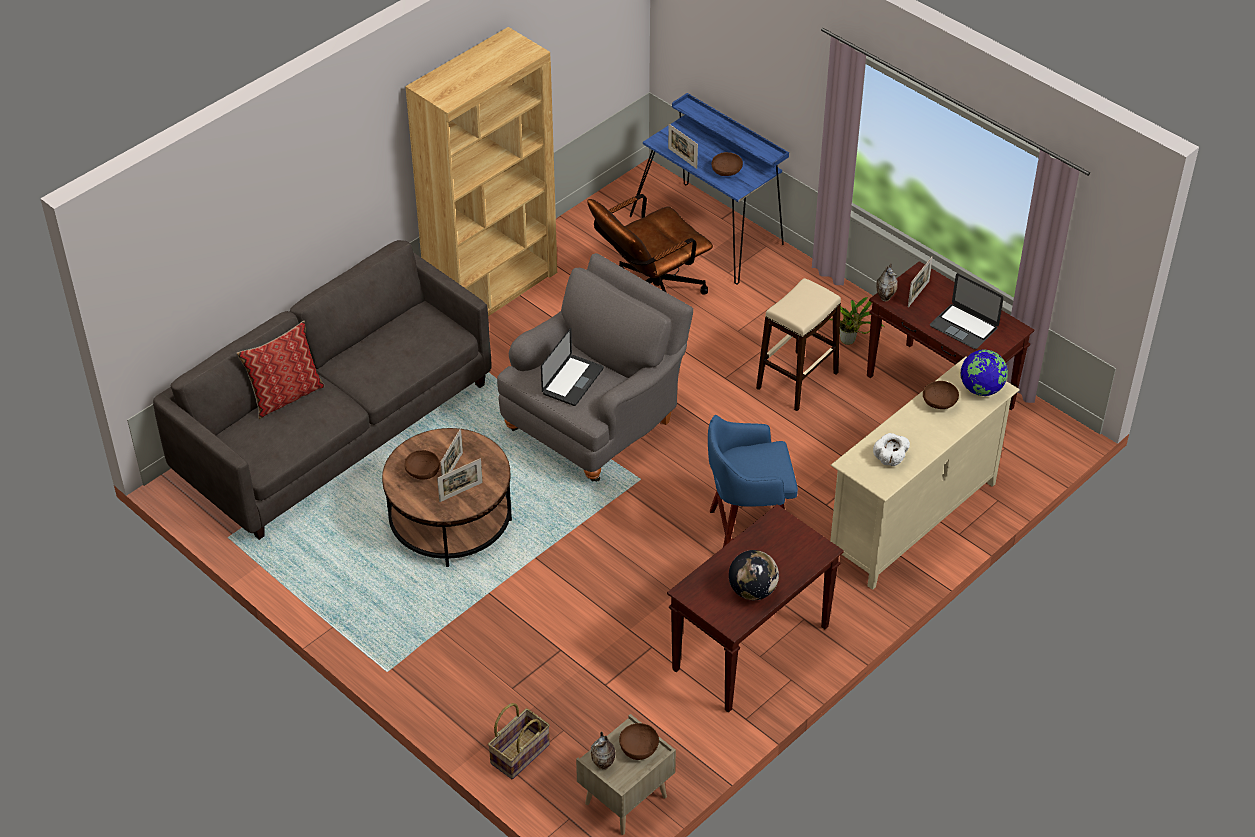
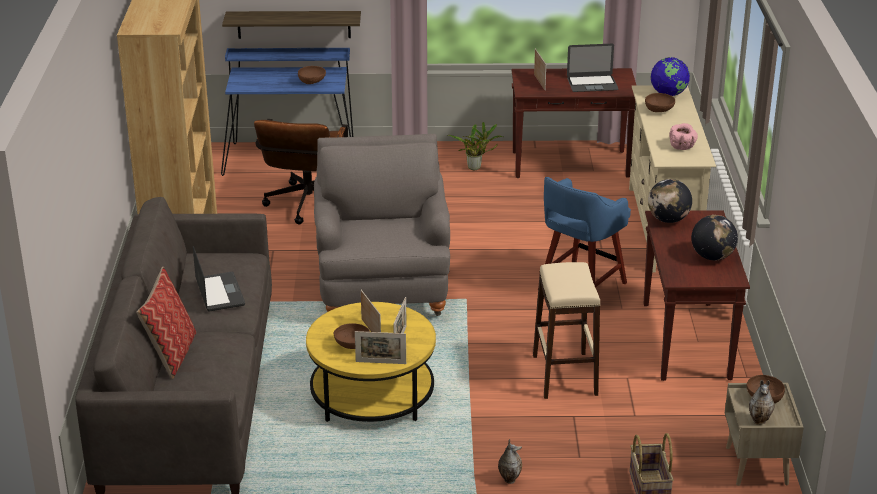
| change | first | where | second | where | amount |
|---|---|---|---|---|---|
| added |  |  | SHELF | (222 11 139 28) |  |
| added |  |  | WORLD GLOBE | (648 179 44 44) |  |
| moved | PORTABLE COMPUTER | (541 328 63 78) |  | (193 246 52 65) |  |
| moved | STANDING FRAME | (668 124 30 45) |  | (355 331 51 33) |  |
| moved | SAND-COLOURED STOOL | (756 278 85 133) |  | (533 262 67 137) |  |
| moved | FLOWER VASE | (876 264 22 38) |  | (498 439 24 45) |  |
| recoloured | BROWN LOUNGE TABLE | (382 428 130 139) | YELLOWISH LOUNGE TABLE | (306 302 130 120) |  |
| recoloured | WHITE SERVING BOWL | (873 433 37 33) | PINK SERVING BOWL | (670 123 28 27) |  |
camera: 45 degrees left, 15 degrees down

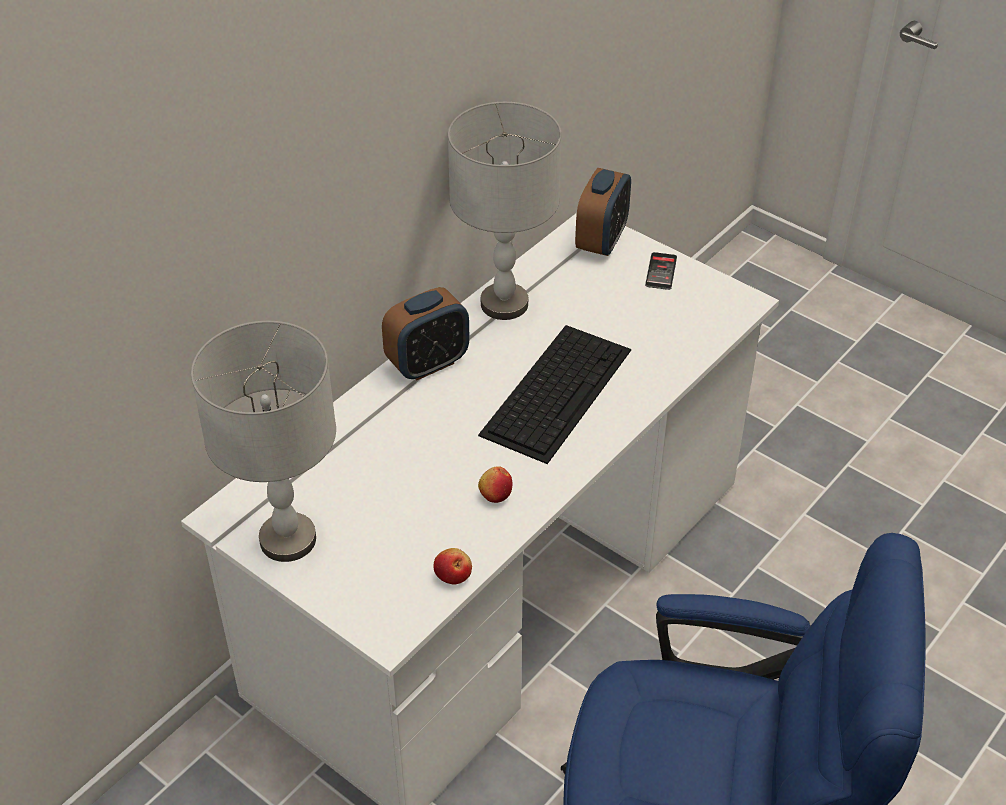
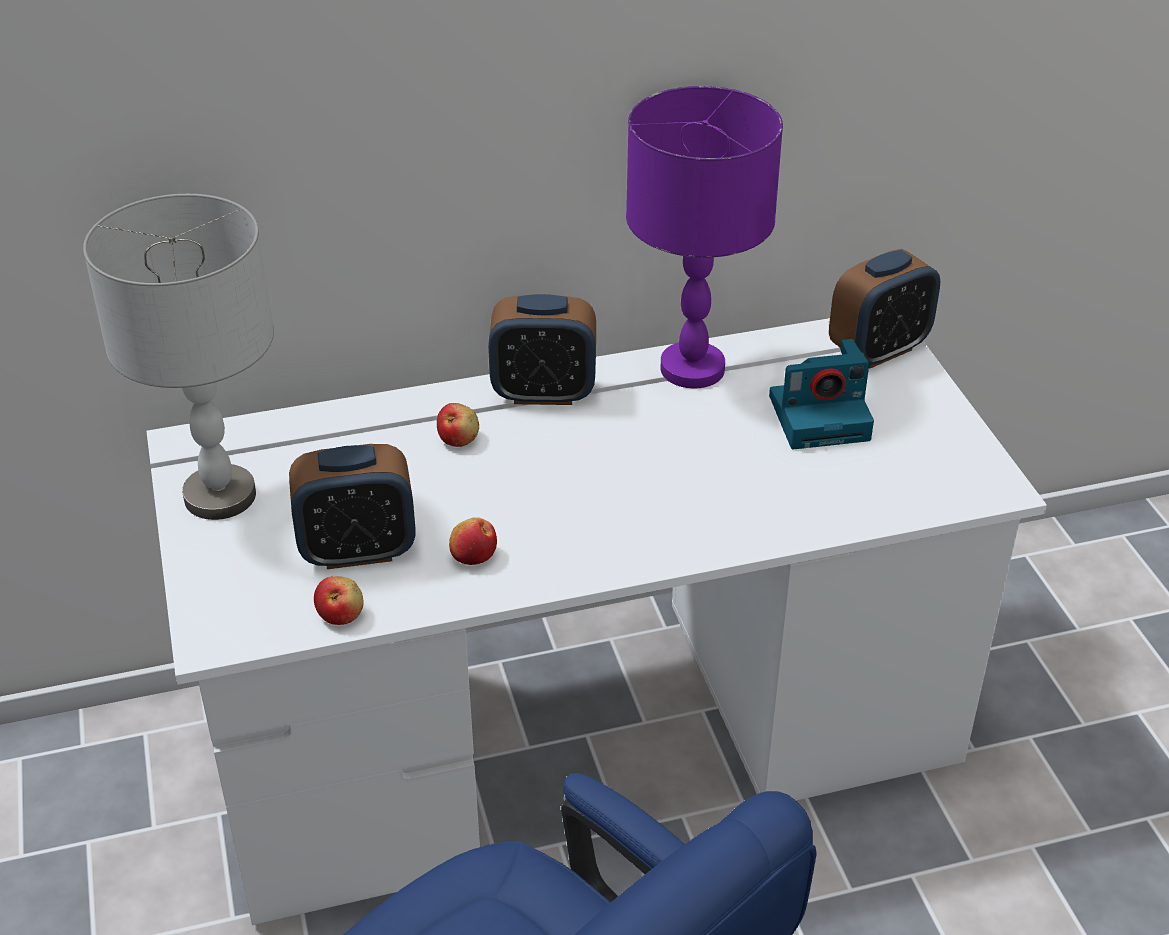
| change | first | where | second | where | amount |
|---|---|---|---|---|---|
| removed | KEYBOARD | (478 325 153 139) |  |  |  |
| removed | TELEPHONE | (645 252 32 38) |  |  |  |
| added |  |  | BEDSIDE CLOCK | (289 444 127 125) |  |
| added |  |  | WHOLE APPLE | (437 403 42 44) |  |
| added |  |  | PHOTO CAMERA | (769 339 105 110) |  |
| recoloured | GRAY LAMP FOR A TABLE | (448 102 114 218) | PURPLE-COLOURED LAMP FOR A TABLE | (626 86 157 302) |  |
camera: 35 degrees right, 5 degrees down

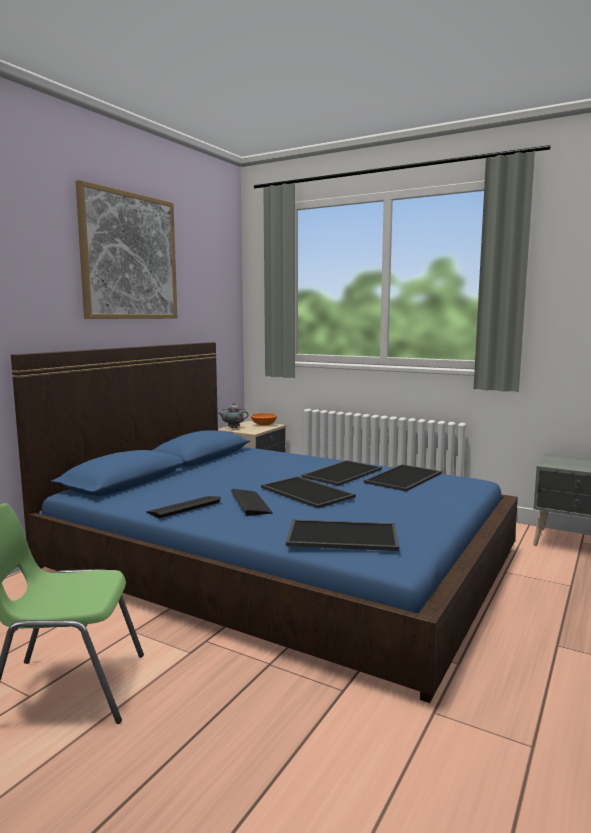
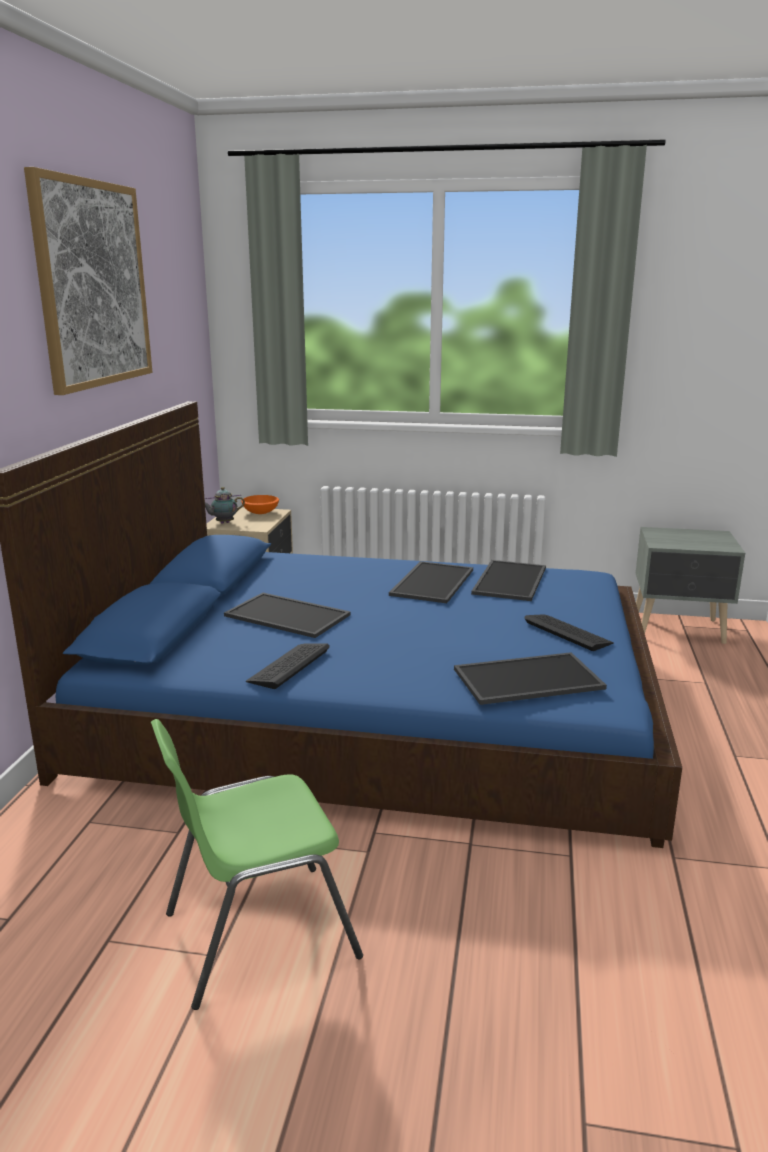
| change | first | where | second | where | amount |
|---|---|---|---|---|---|
| moved | KEYBOARD | (231 489 42 27) |  | (524 614 90 37) |  |
| moved | TRAY | (261 476 95 32) |  | (224 593 127 45) |  |
camera: 20 degrees left, 10 degrees up

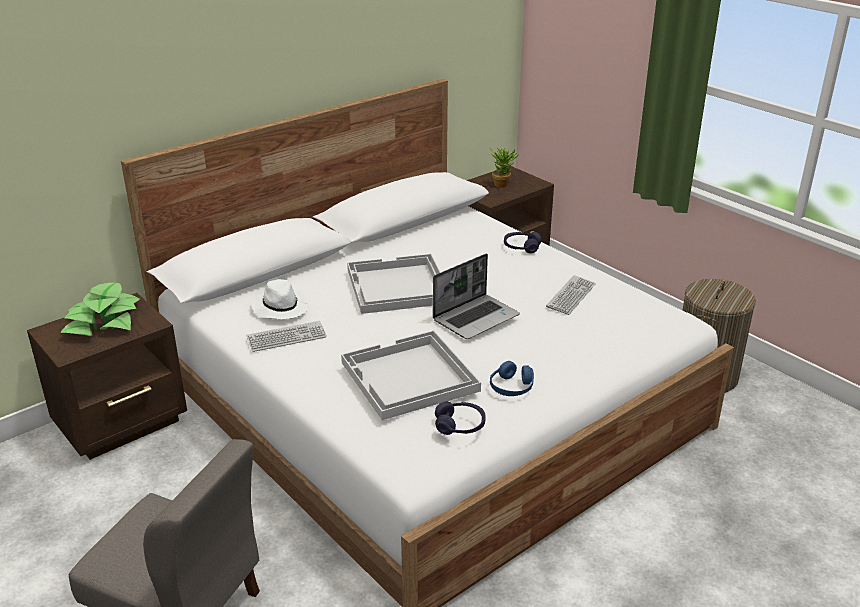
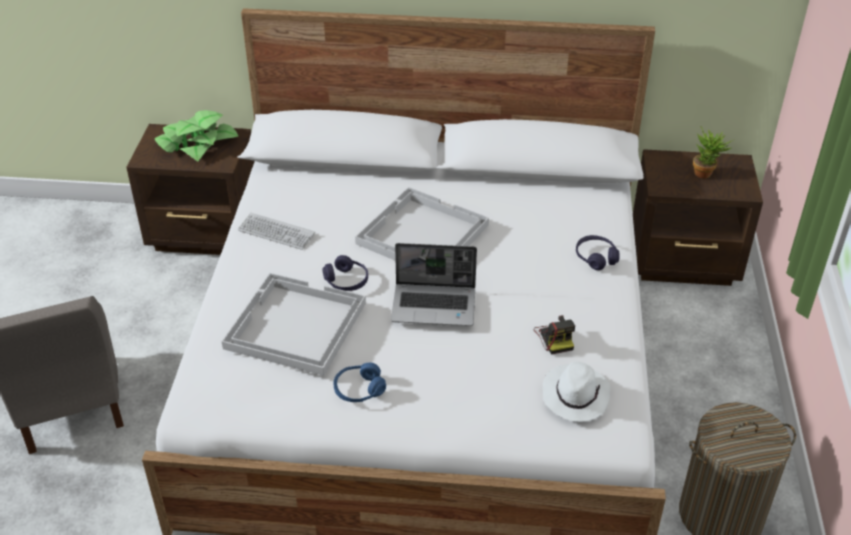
| change | first | where | second | where | amount |
|---|---|---|---|---|---|
| moved | WHITE HAT | (251 279 58 40) |  | (543 362 67 60) |  |
| moved | PURPLE-COLOURED HEADSET | (435 401 51 34) |  | (322 255 46 36) |  |
| replaced | KEYBOARD | (546 275 50 40) | PHOTO CAMERA | (534 315 41 40) |  |
camera: 45 degrees right, 10 degrees up

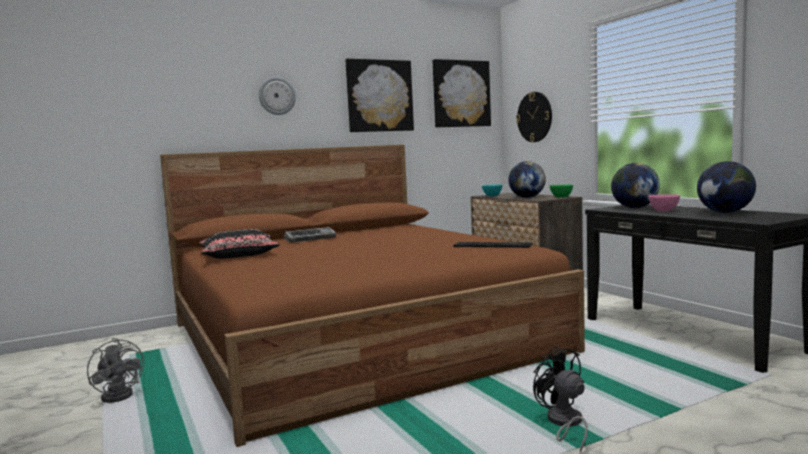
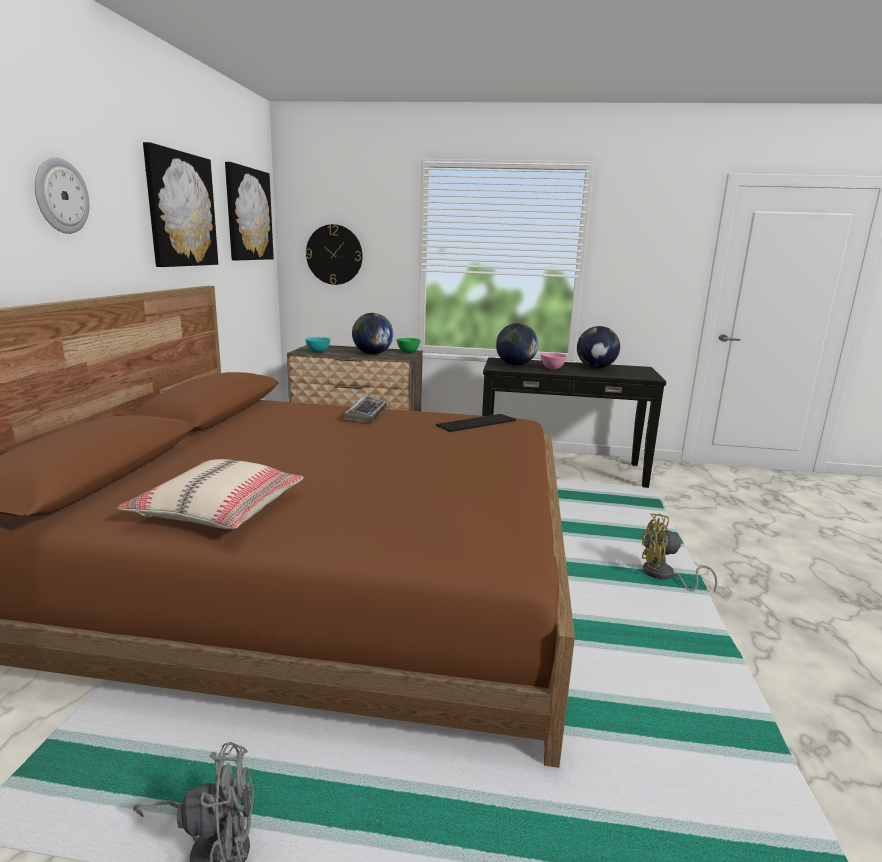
| change | first | where | second | where | amount |
|---|---|---|---|---|---|
| moved | KEYBOARD | (284 227 52 16) |  | (343 396 44 27) |  |
| recoloured | BLACK-COLOURED PILLOW | (199 229 81 30) | SAND-COLOURED PILLOW | (117 459 187 70) |  |
| recoloured | BLACK-COLOURED ELECTRIC FAN | (533 345 55 107) | YELLOWISH ELECTRIC FAN | (641 513 77 79) |  |
camera: 55 degrees left, 10 degrees up

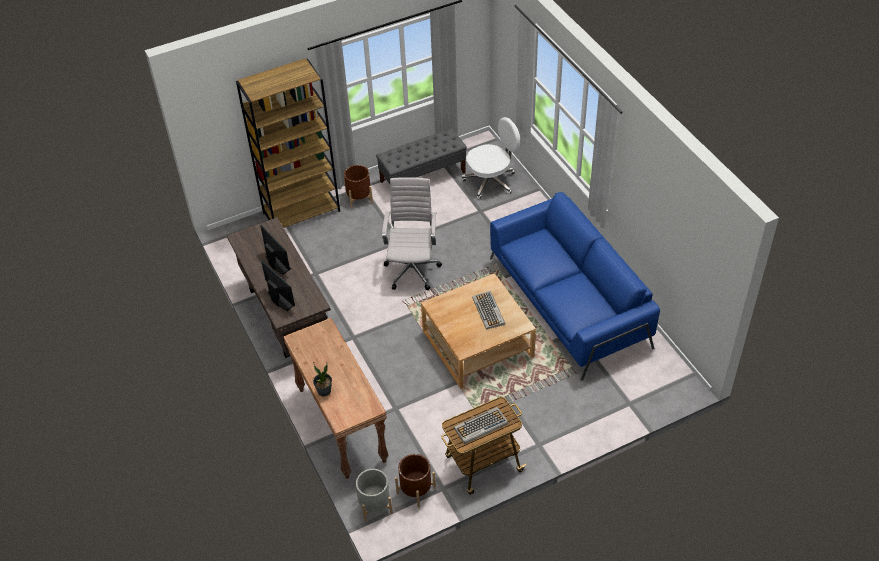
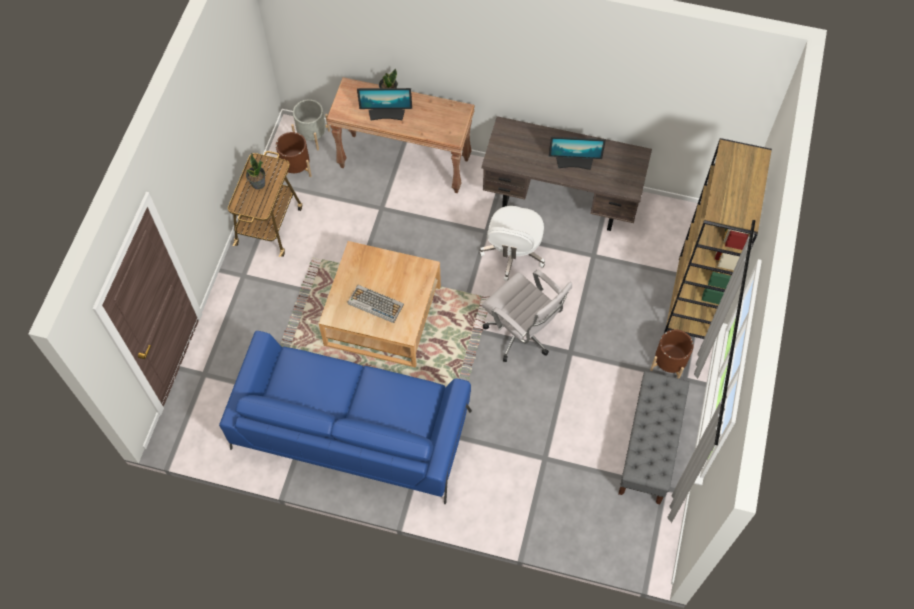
| change | first | where | second | where | amount |
|---|---|---|---|---|---|
| moved | COMPUTER DISPLAY | (261 261 34 50) |  | (357 88 55 33) |  |
| moved | WHITE DESK CHAIR | (462 117 58 82) |  | (479 206 66 75) |  |
| replaced | KEYBOARD | (454 407 54 37) | HOUSEPLANT | (246 153 19 36) |  |
camera: 130 degrees right, 15 degrees up

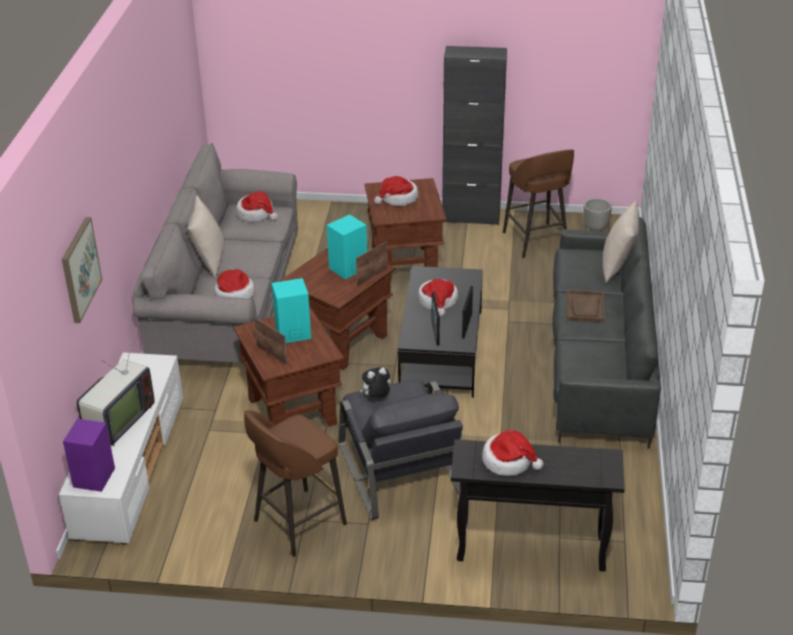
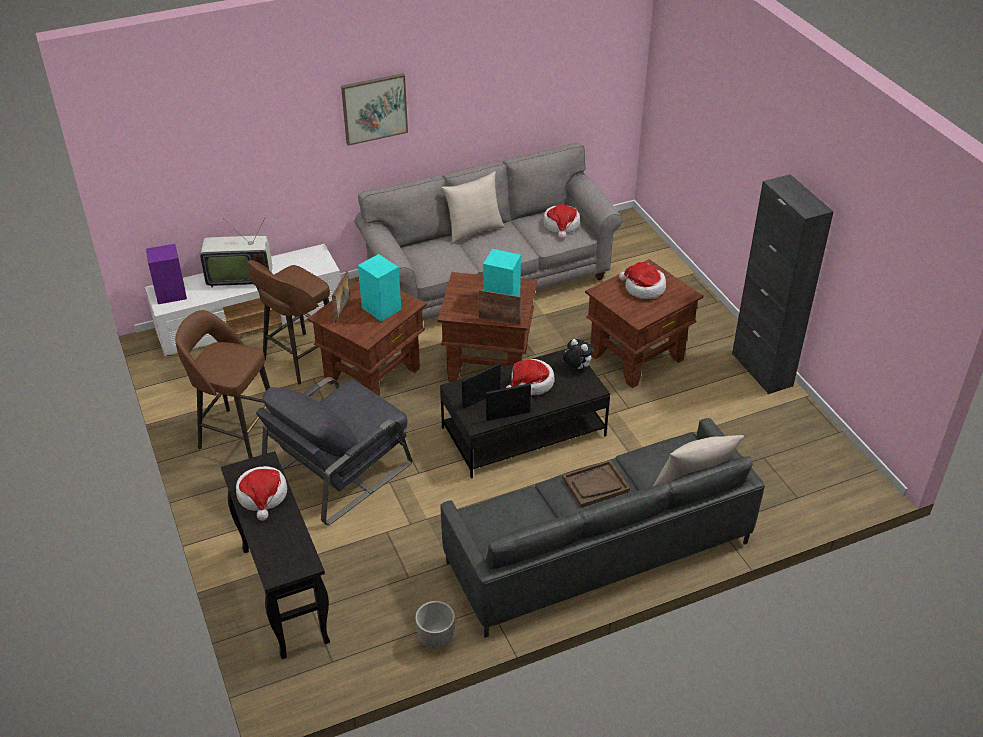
| change | first | where | second | where | amount |
|---|---|---|---|---|---|
| removed | HAT | (214 269 41 30) |  |  |  |
| moved | PICTURE | (62 217 40 106) |  | (341 73 67 73) |  |
| moved | CUDDLY TOY | (360 367 31 31) |  | (563 339 31 30) |  |
| moved | BROWN STOOL | (503 150 71 108) |  | (248 260 82 125) |  |
| moved | PLANT POT | (583 199 29 32) |  | (415 601 40 48) |  |
camera: 60 degrees right, 5 degrees up

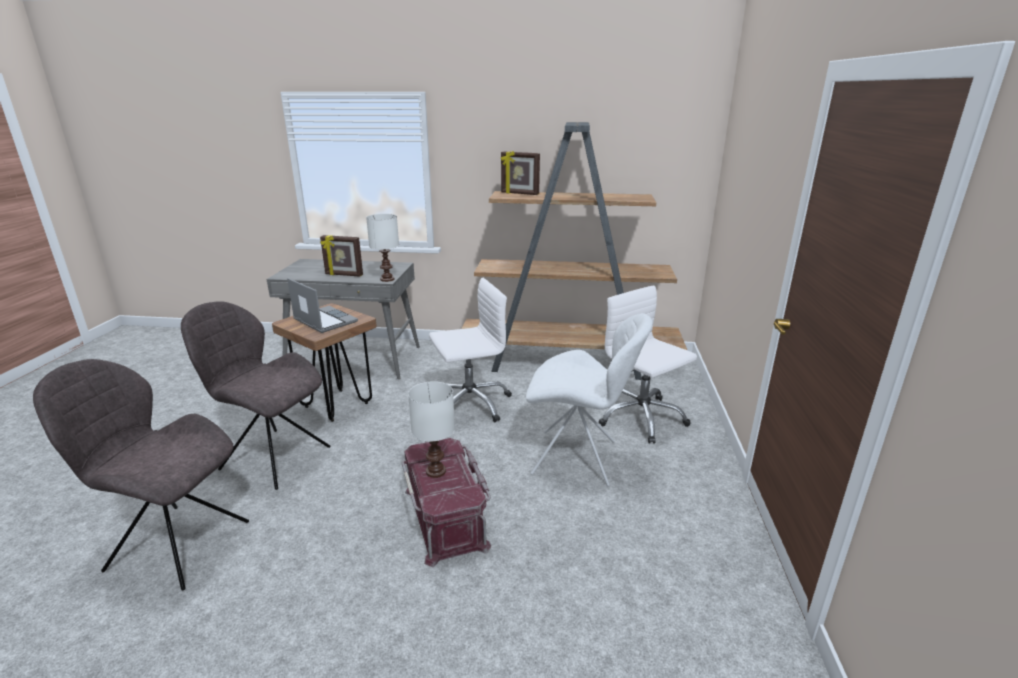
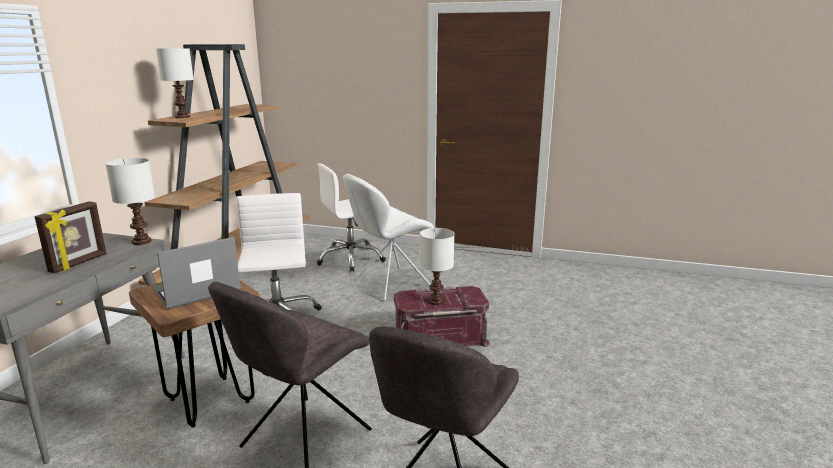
| change | first | where | second | where | amount |
|---|---|---|---|---|---|
| replaced | STANDING FRAME | (501 151 39 44) | WHITE LAMP FOR A TABLE | (156 48 38 70) |  |
| turned | WHITE CHAIR | (526 313 127 173) |  | (343 174 91 127) | 150 degrees counterclockwise |
camera: 80 degrees left, 5 degrees down

